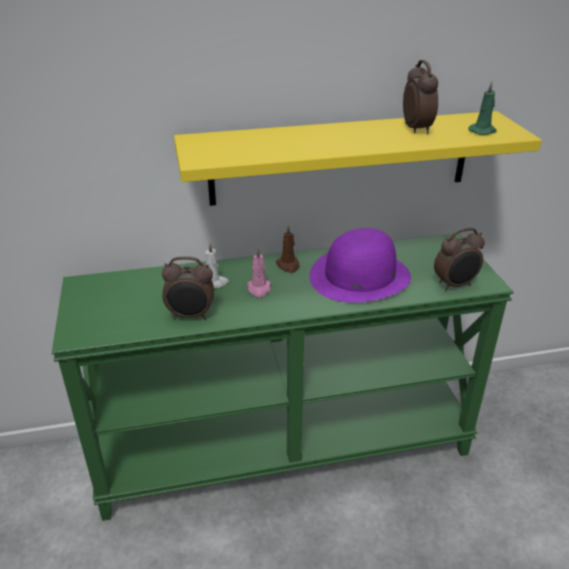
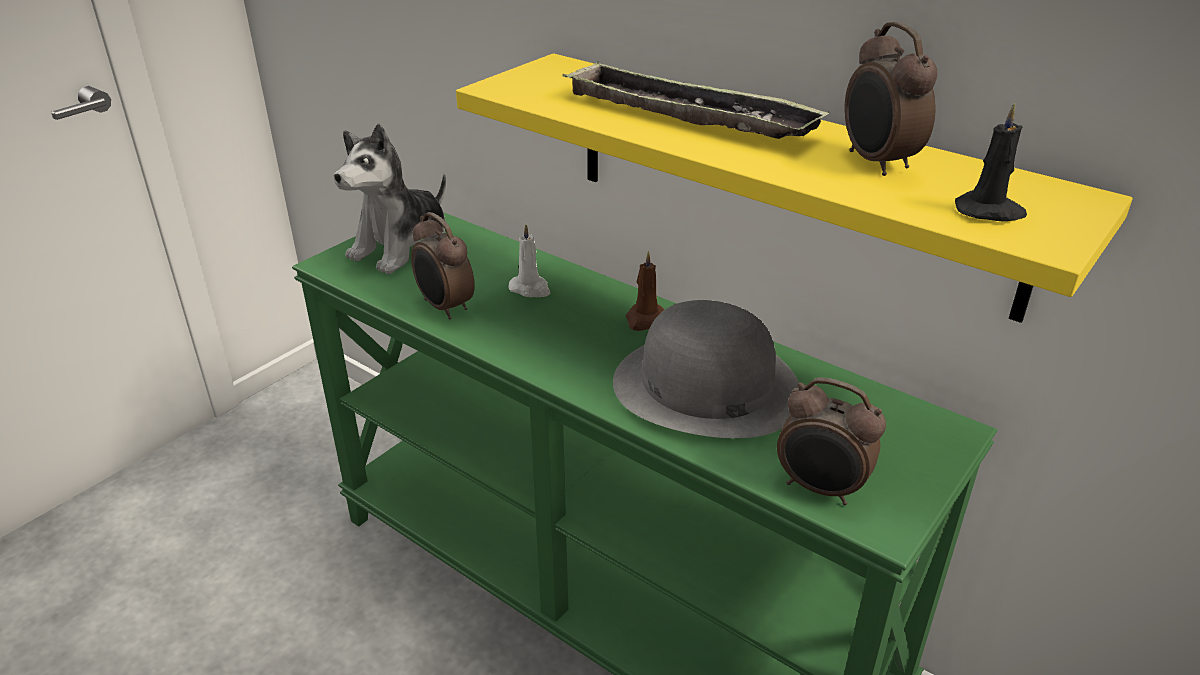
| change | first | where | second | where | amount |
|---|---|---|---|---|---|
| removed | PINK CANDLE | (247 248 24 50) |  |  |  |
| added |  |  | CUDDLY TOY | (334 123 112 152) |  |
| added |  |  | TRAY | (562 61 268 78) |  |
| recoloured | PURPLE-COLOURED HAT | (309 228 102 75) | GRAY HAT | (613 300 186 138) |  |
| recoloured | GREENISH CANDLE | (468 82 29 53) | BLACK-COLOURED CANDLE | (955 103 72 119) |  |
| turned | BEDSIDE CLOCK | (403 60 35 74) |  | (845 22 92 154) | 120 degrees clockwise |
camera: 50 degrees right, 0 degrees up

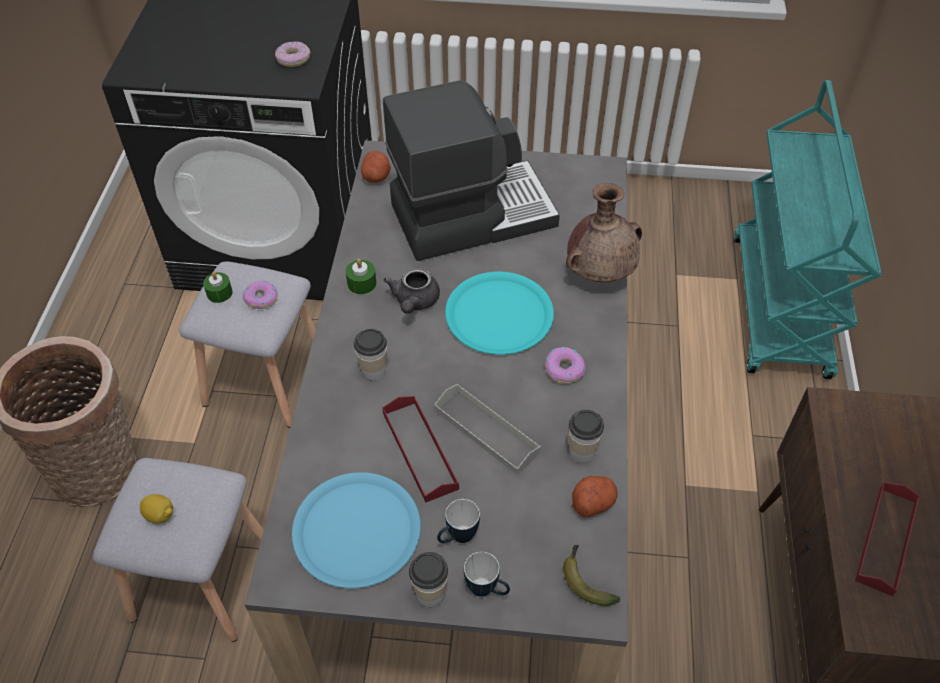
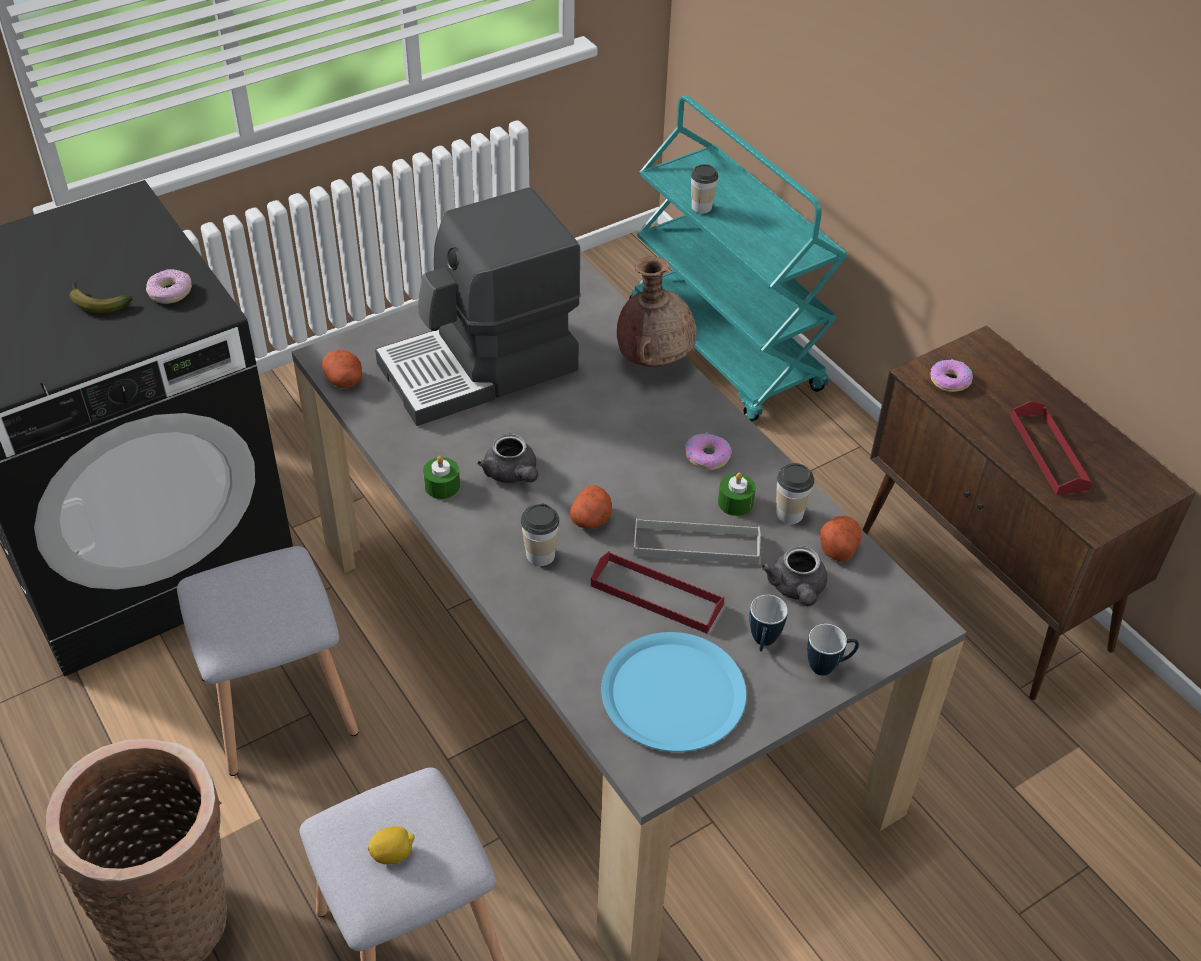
| change | first | where | second | where | amount |
|---|---|---|---|---|---|
| removed | BLUE-GREEN PLATE | (445 272 109 83) |  |  |  |
| added |  |  | SPUD | (570 485 42 44) |  |
| added |  |  | GRAY TEAPOT | (761 546 66 60) |  |
| moved | GREENISH CANDLE | (203 272 30 31) |  | (718 472 38 44) |  |
| moved | RING DOUGHNUT | (243 281 35 28) |  | (930 359 43 33) |  |
| moved | SMALL CUP | (409 552 39 55) |  | (691 164 27 50) |  |
| moved | BANANA | (563 545 57 61) |  | (69 281 63 32) |  |
| turned | COFFEE MACHINE | (383 80 177 181) |  | (375 187 206 239) | 150 degrees counterclockwise |
camera: 40 degrees left, 5 degrees down

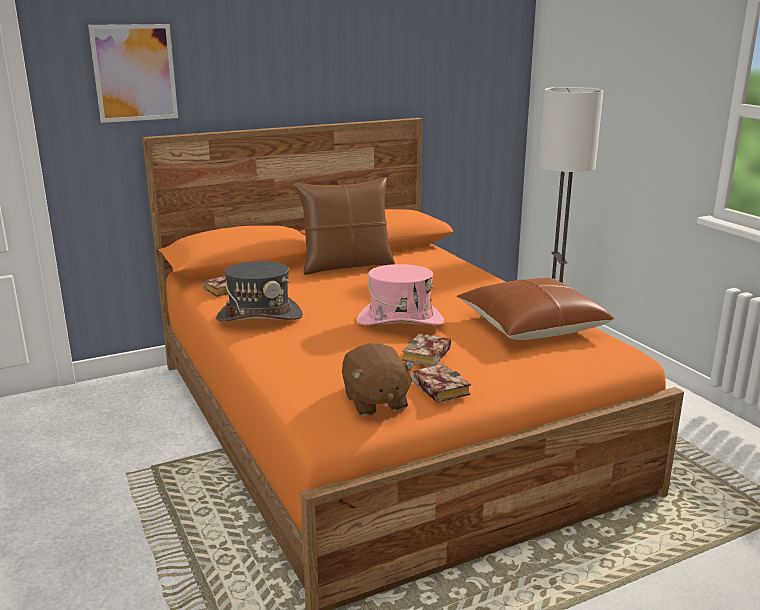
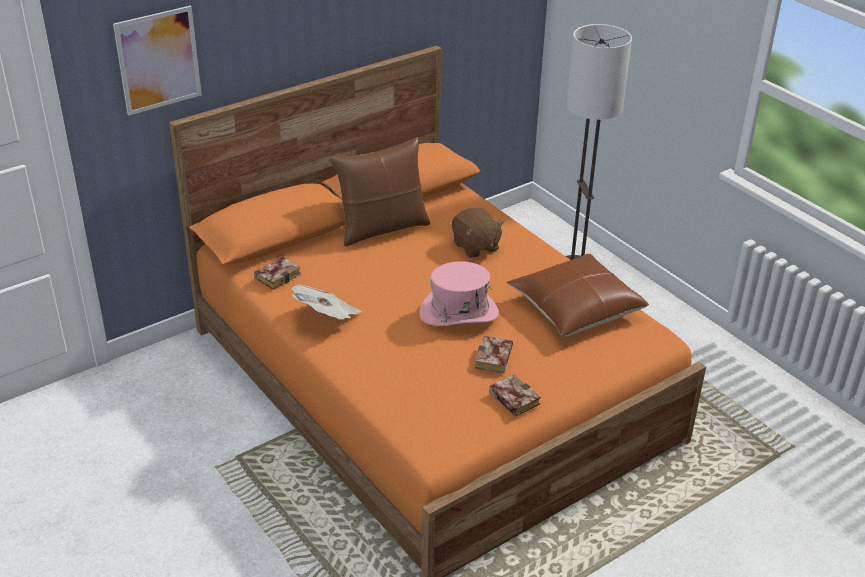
| change | first | where | second | where | amount |
|---|---|---|---|---|---|
| moved | BROWN CUDDLY TOY | (342 343 73 73) |  | (452 208 52 50) |  |
| replaced | GRAY HAT | (216 261 87 60) | DAILY PAPER | (291 285 70 35) |  |
camera: 10 degrees left, 15 degrees up

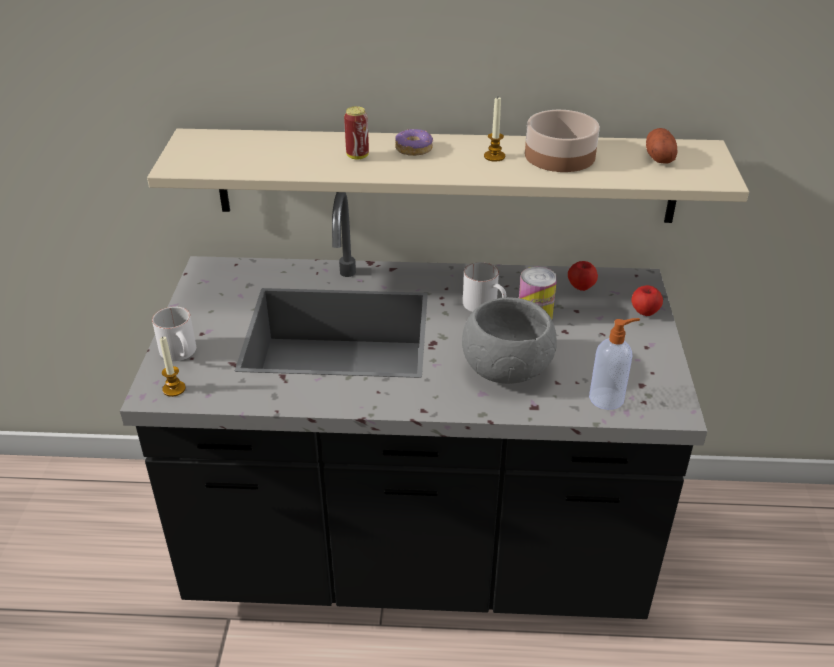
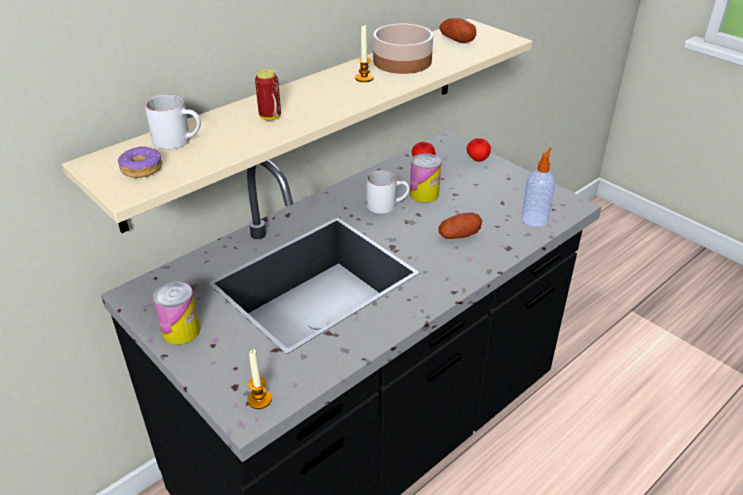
| change | first | where | second | where | amount |
|---|---|---|---|---|---|
| added |  |  | CAN | (153 282 47 63) |  |
| moved | WHITE TEA MUG | (152 306 44 55) |  | (145 94 56 55) |  |
| moved | RING DOUGHNUT | (395 129 38 27) |  | (118 146 44 32) |  |
| replaced | GRAY SERVING BOWL | (462 297 95 87) | SPUD | (438 213 44 26) |  |
camera: 45 degrees left, 0 degrees up

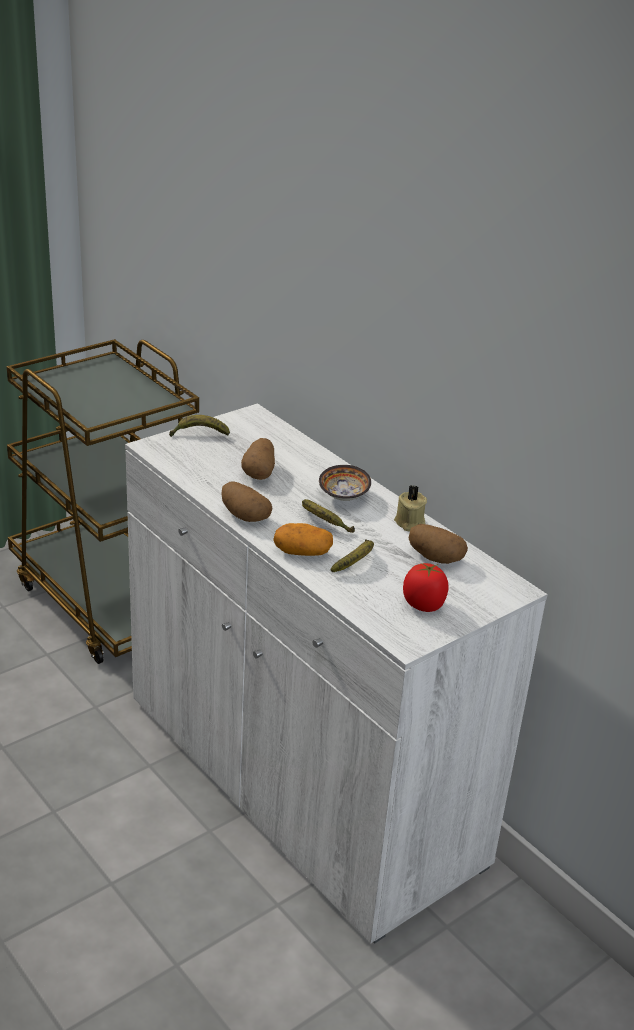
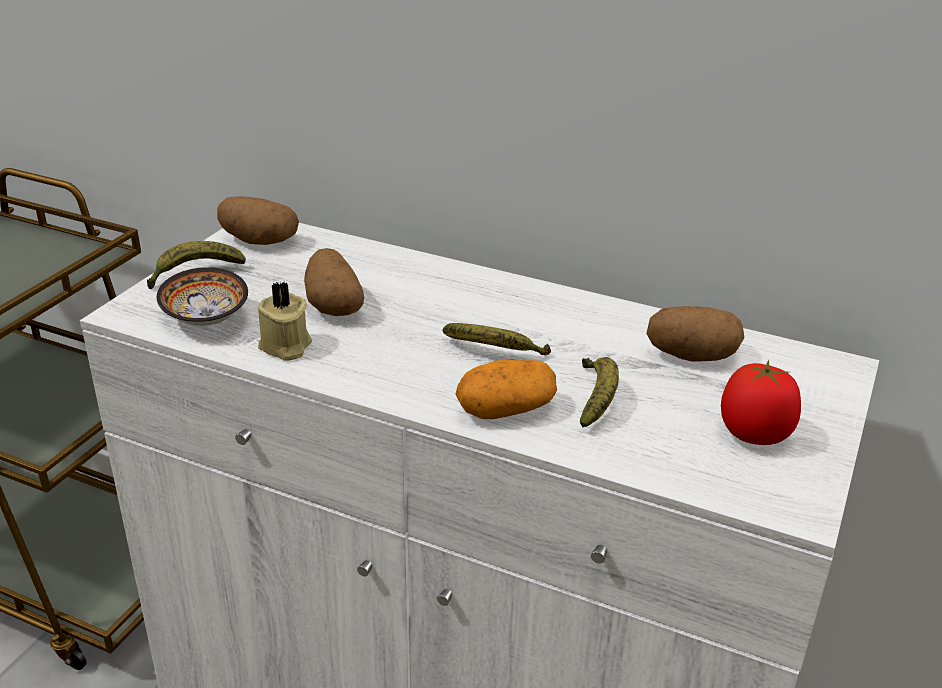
| change | first | where | second | where | amount |
|---|---|---|---|---|---|
| moved | SPUD | (221 481 51 41) |  | (217 196 82 49) |  |
| moved | SERVING BOWL | (319 465 52 36) |  | (157 267 91 59) |  |
| moved | SAND-COLOURED CANDLE | (394 486 33 45) |  | (258 282 54 79) |  |
camera: 25 degrees left, 0 degrees up

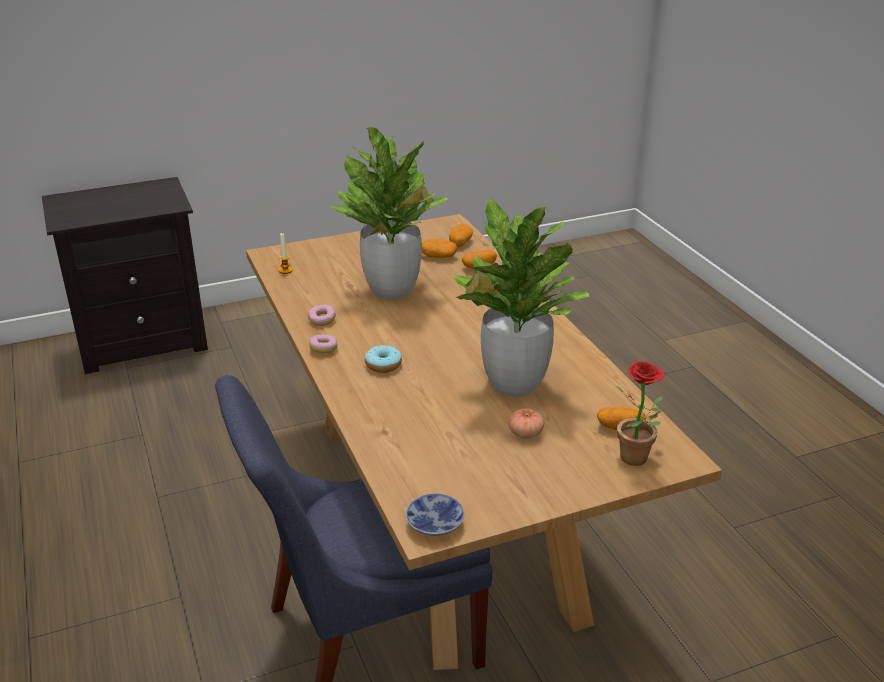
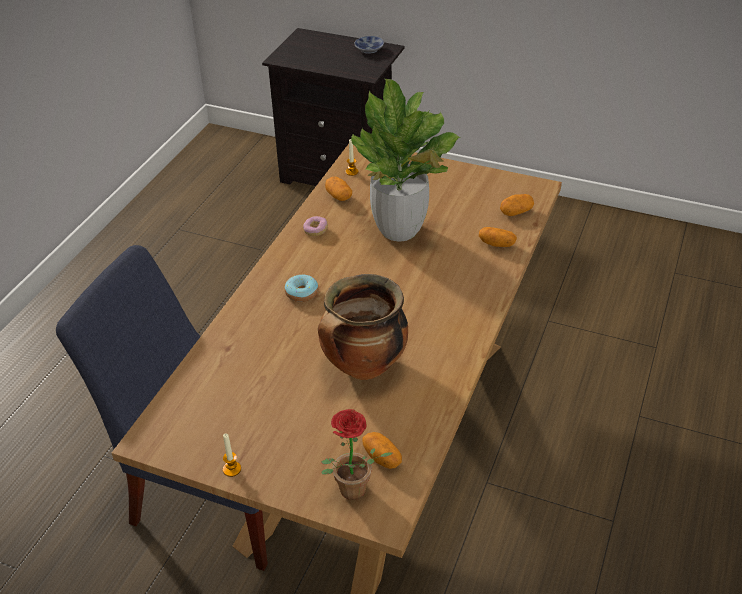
| change | first | where | second | where | amount |
|---|---|---|---|---|---|
| removed | RING DOUGHNUT | (309 335 28 19) |  |  |  |
| removed | WHOLE TOMATO | (508 408 36 31) |  |  |  |
| added |  |  | CANDLE | (223 433 18 44) |  |
| moved | SERVING BOWL | (406 493 59 43) |  | (354 36 30 18) |  |
| moved | SPUD | (422 239 35 19) |  | (325 177 27 24) |  |
| replaced | HOUSEPLANT | (454 197 136 200) | SAUCEPOT | (318 274 90 106) |  |
camera: 45 degrees right, 10 degrees up

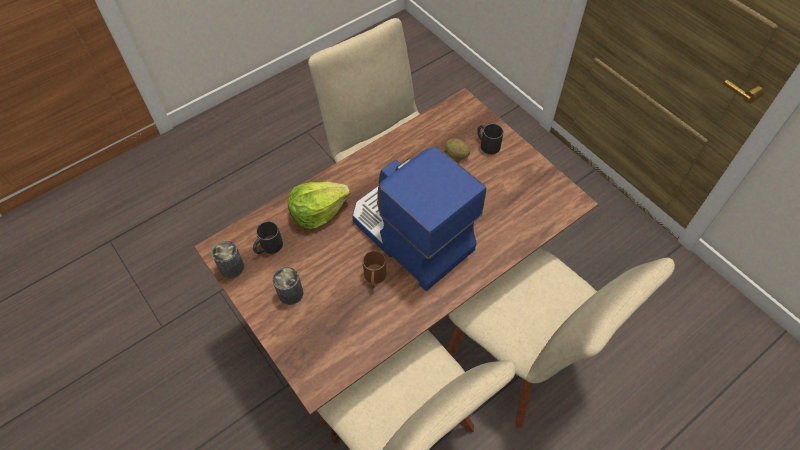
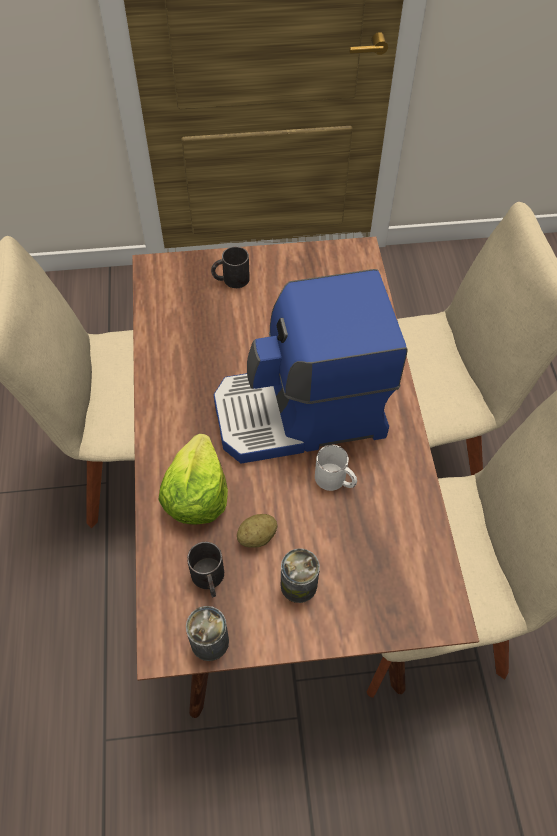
| change | first | where | second | where | amount |
|---|---|---|---|---|---|
| moved | SPUD | (445 138 25 21) |  | (237 514 40 34) |  |
| recoloured | BROWN TEA MUG | (363 250 23 38) | WHITE TEA MUG | (315 445 42 46) |  |
camera: 60 degrees left, 0 degrees up

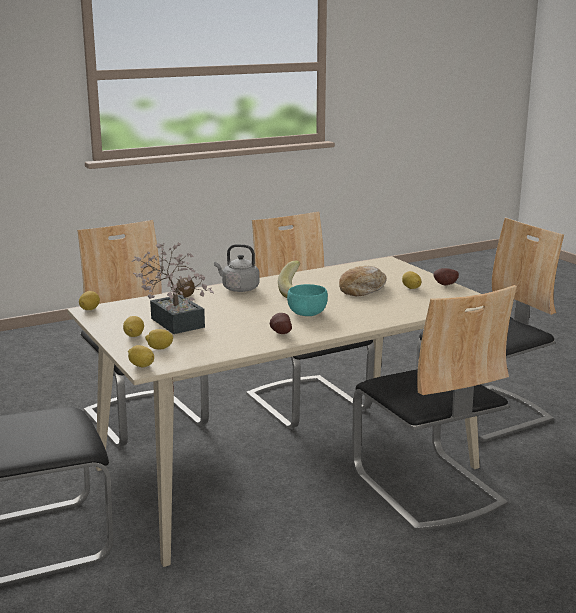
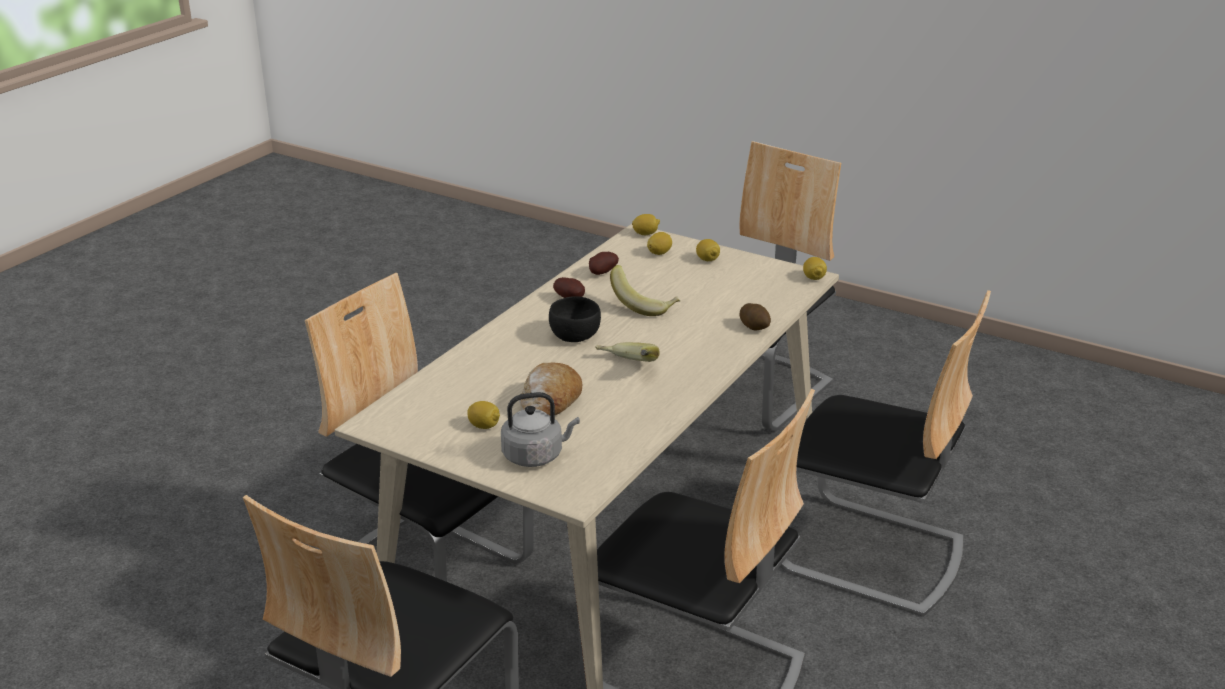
| change | first | where | second | where | amount |
|---|---|---|---|---|---|
| removed | HOUSEPLANT | (132 242 82 92) |  |  |  |
| added |  |  | BANANA | (610 265 70 51) |  |
| moved | GRAY KETTLE | (214 244 46 48) |  | (501 392 79 75) |  |
| moved | SPUD | (433 268 26 18) |  | (589 252 30 23) |  |
| recoloured | BLUE-GREEN SERVING BOWL | (287 284 41 32) | BLACK-COLOURED SERVING BOWL | (549 296 52 46) |  |
camera: 150 degrees right, 10 degrees up

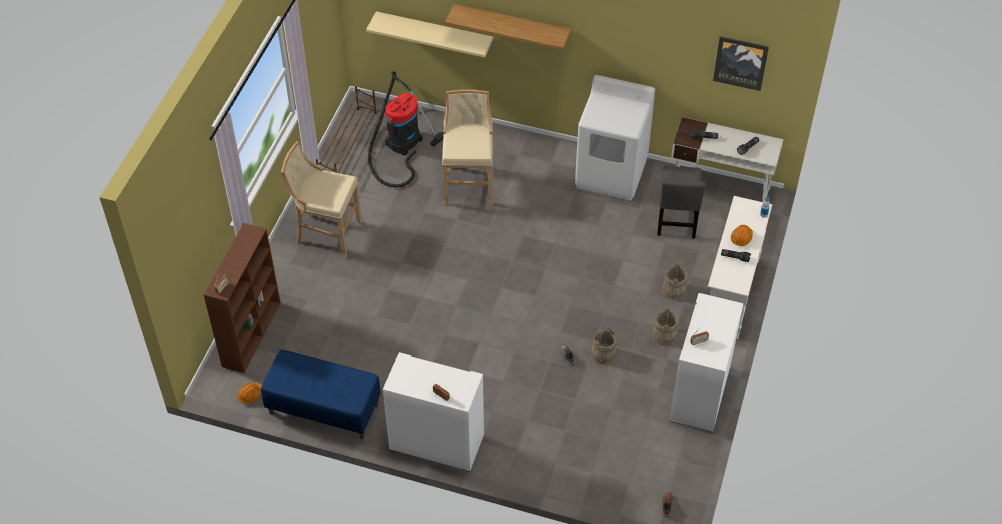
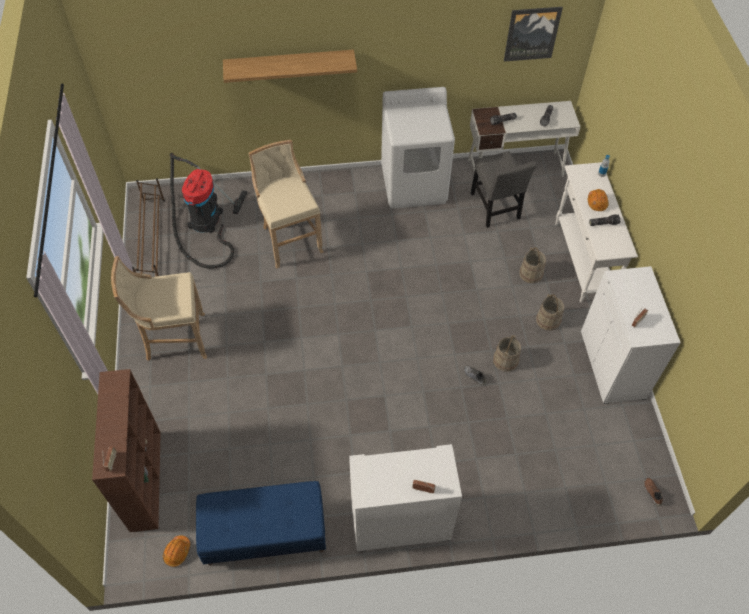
| change | first | where | second | where | amount |
|---|---|---|---|---|---|
| removed | SAND-COLOURED SHELF | (366 11 128 47) |  |  |  |
camera: 25 degrees left, 5 degrees up

